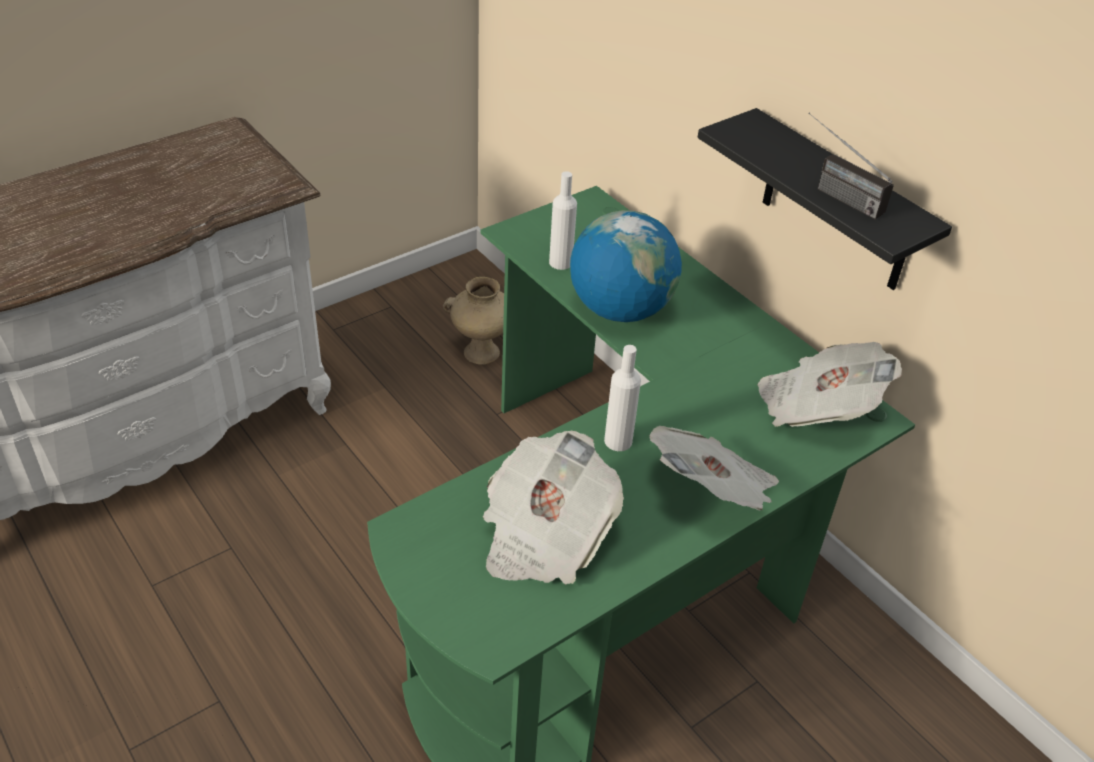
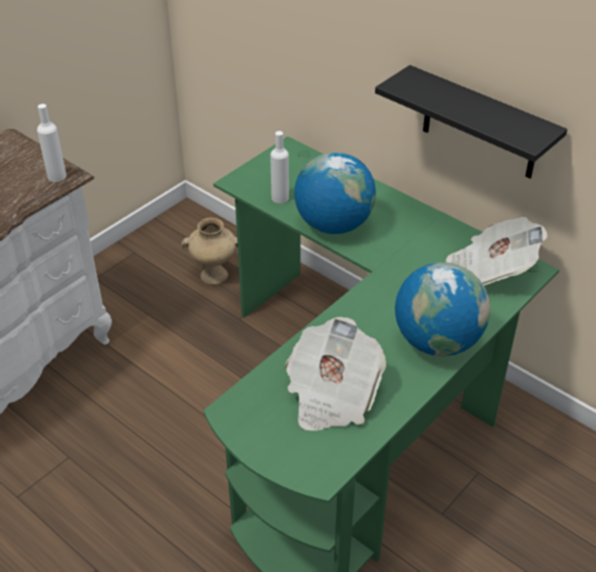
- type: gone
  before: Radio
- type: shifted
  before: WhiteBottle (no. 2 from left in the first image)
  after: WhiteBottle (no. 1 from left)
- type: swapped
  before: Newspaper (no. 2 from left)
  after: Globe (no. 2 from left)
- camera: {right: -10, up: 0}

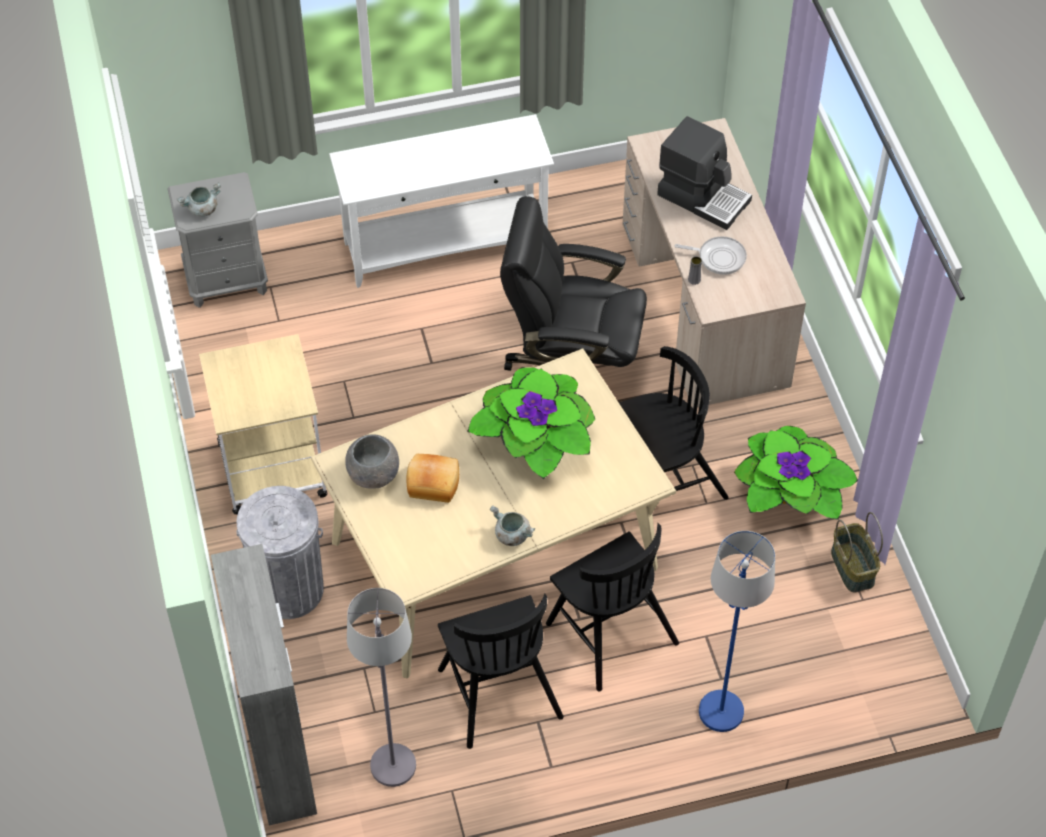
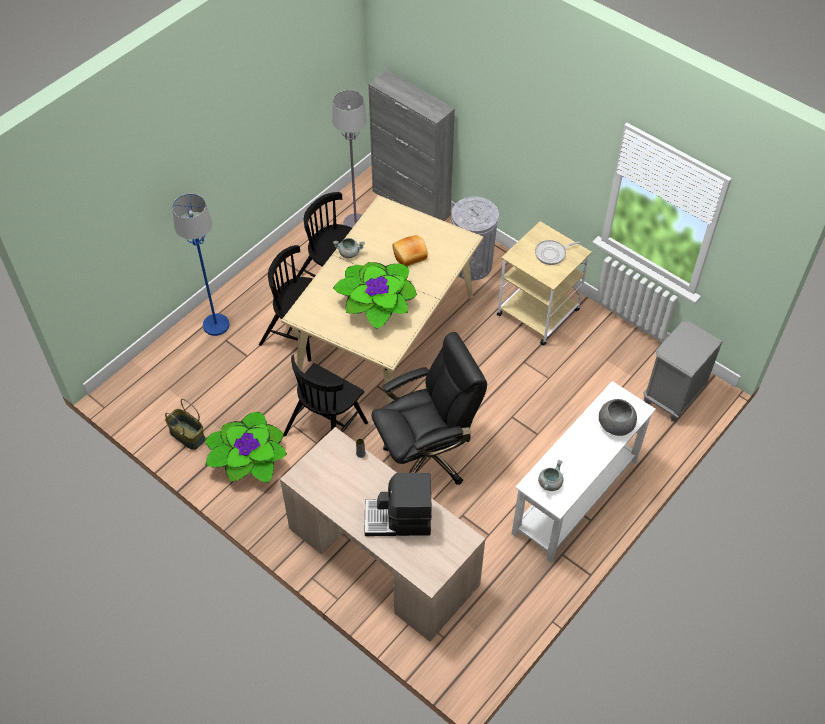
- type: shifted
  before: GreyCookingPot (no. 1 from left in the first image)
  after: GreyCookingPot (no. 2 from left)
- type: shifted
  before: GreyBowl
- type: shifted
  before: FryingPan
- camera: {right: 145, up: 0}

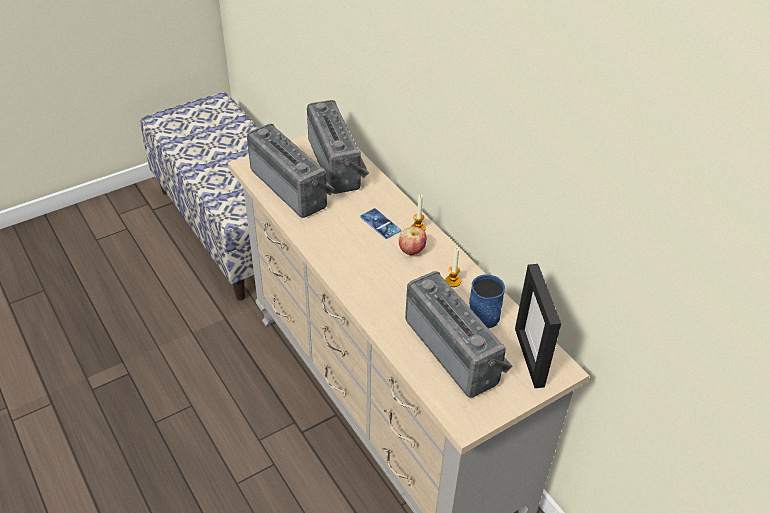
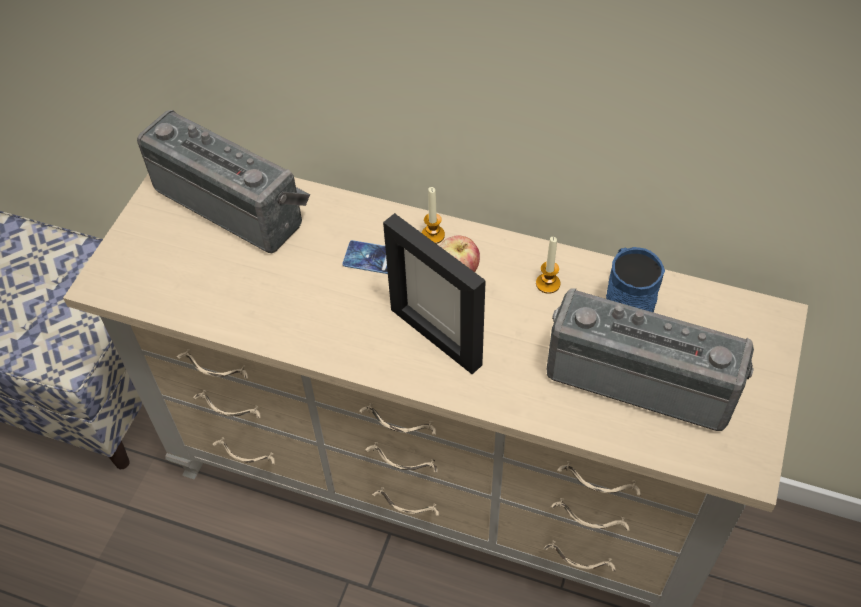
- type: gone
  before: Radio (no. 1 from left)
- type: shifted
  before: PictureFrame
- camera: {right: -35, up: 10}

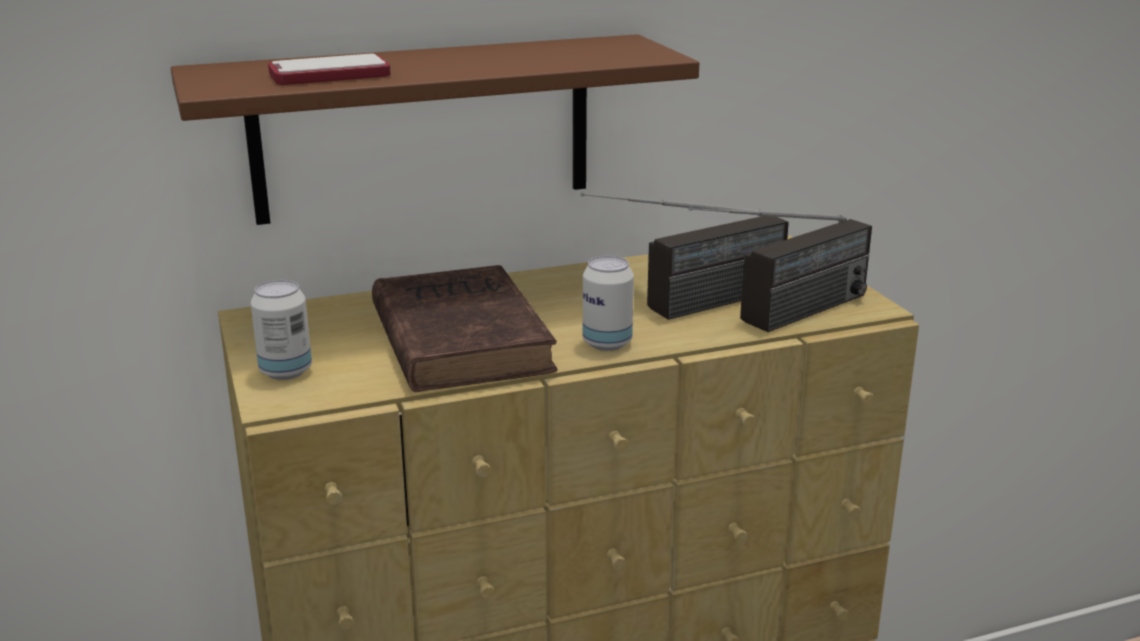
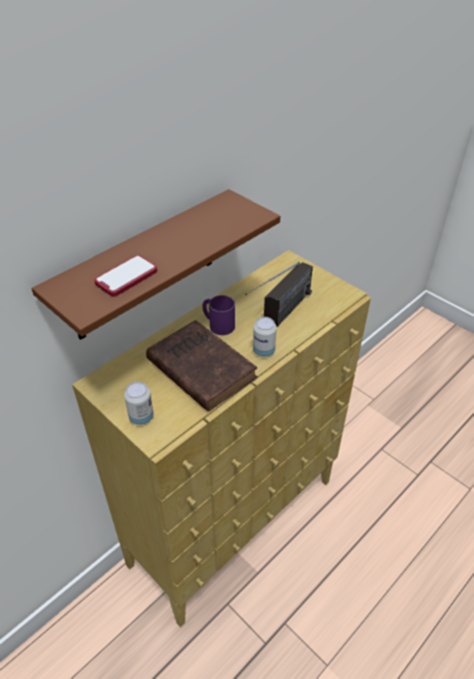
- type: gone
  before: Radio (no. 2 from left)
- type: new
  after: PurpleMug
- camera: {right: -25, up: 20}

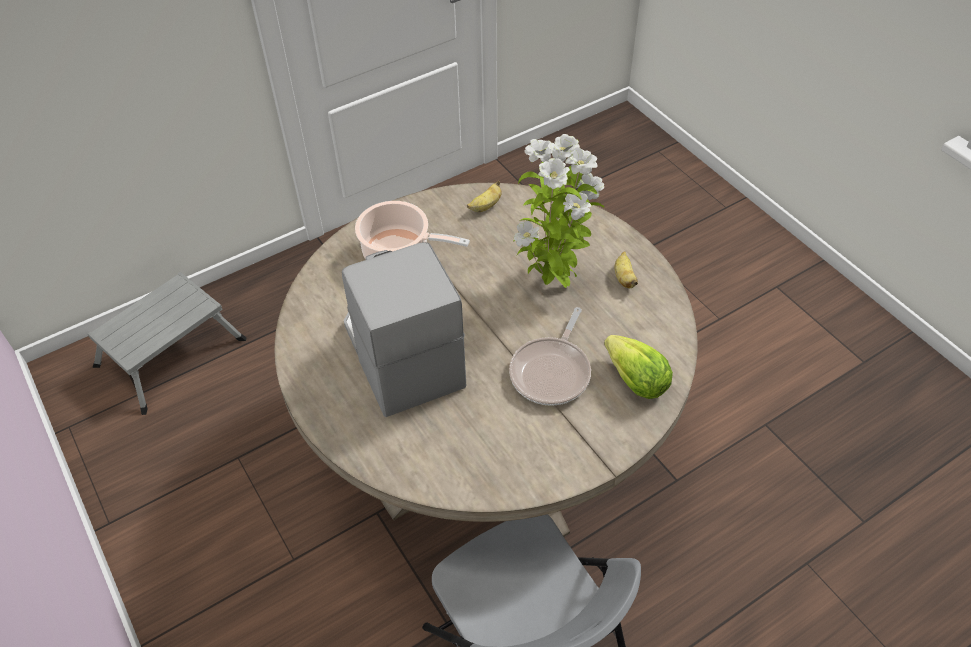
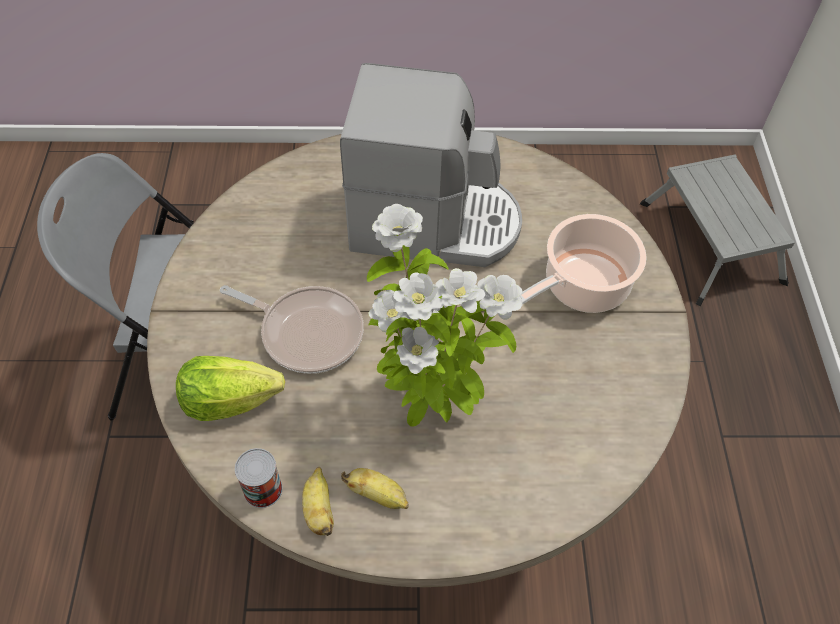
- type: new
  after: Can
- type: shifted
  before: Banana (no. 1 from left)
- type: rotated
  before: FryingPan
  turn: 150
- camera: {right: 120, up: 5}

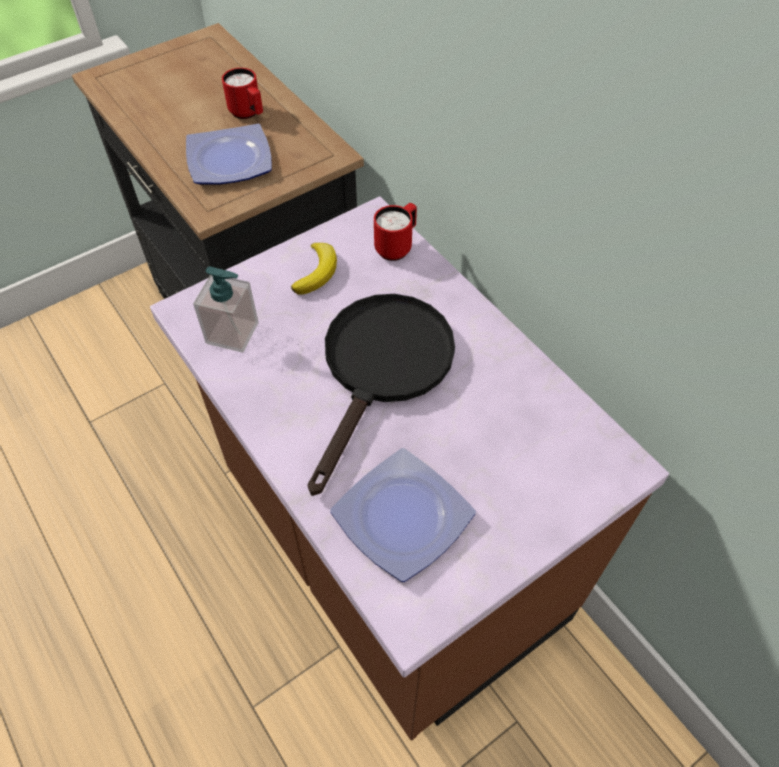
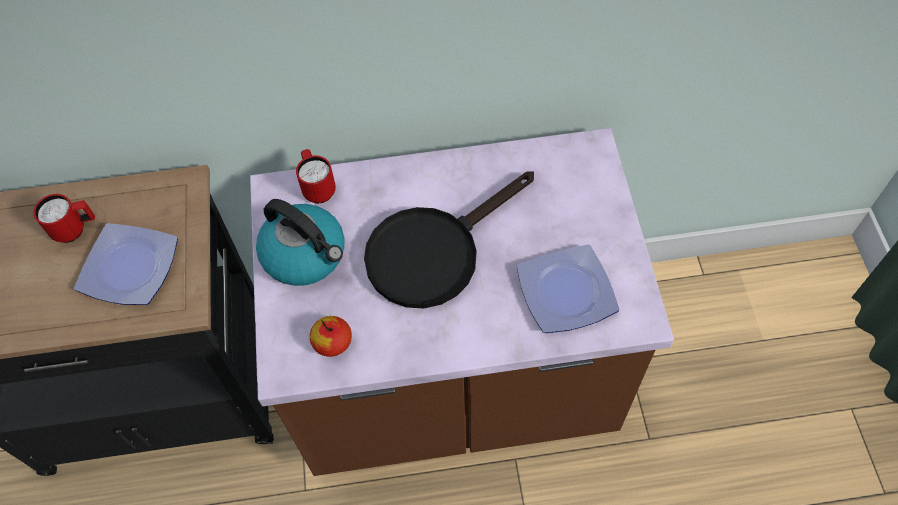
- type: swapped
  before: SoapDispenser
  after: Apple
- type: swapped
  before: Banana
  after: Kettle
- type: rotated
  before: BlackFryingPan
  turn: -90
- camera: {right: -60, up: 5}

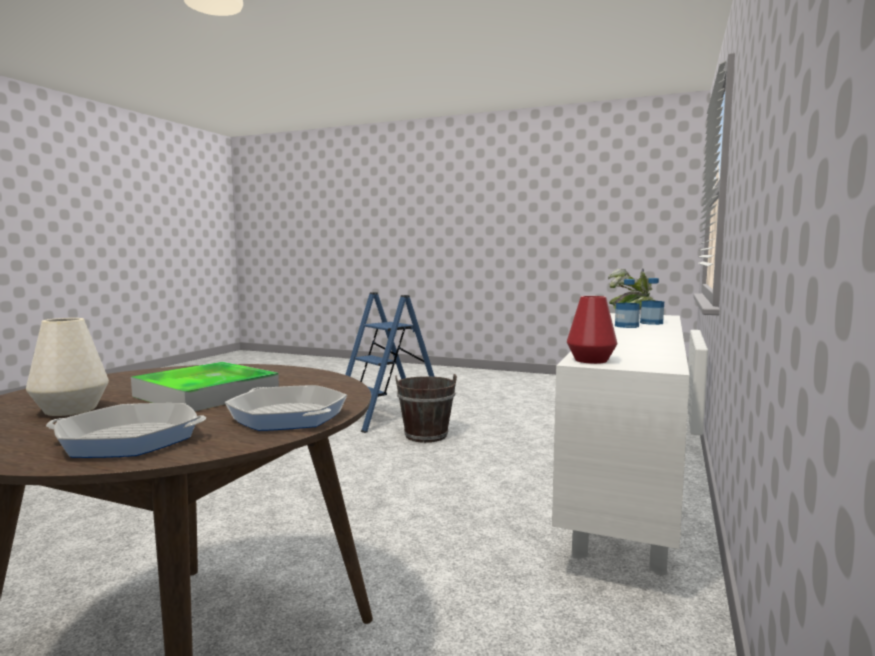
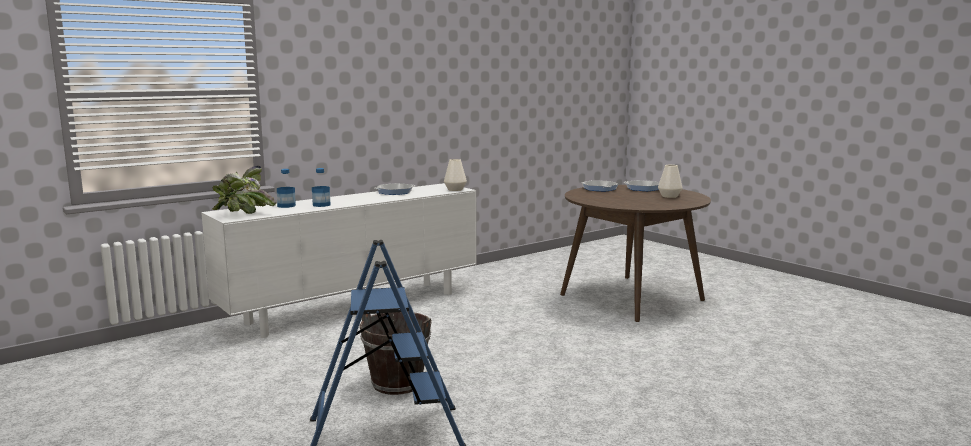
- type: gone
  before: Tray
- type: new
  after: FryingPan (no. 1 from left)
- type: repainted
  before: RedVase
  after: WhiteVase (no. 1 from left)
- camera: {right: -150, up: 5}

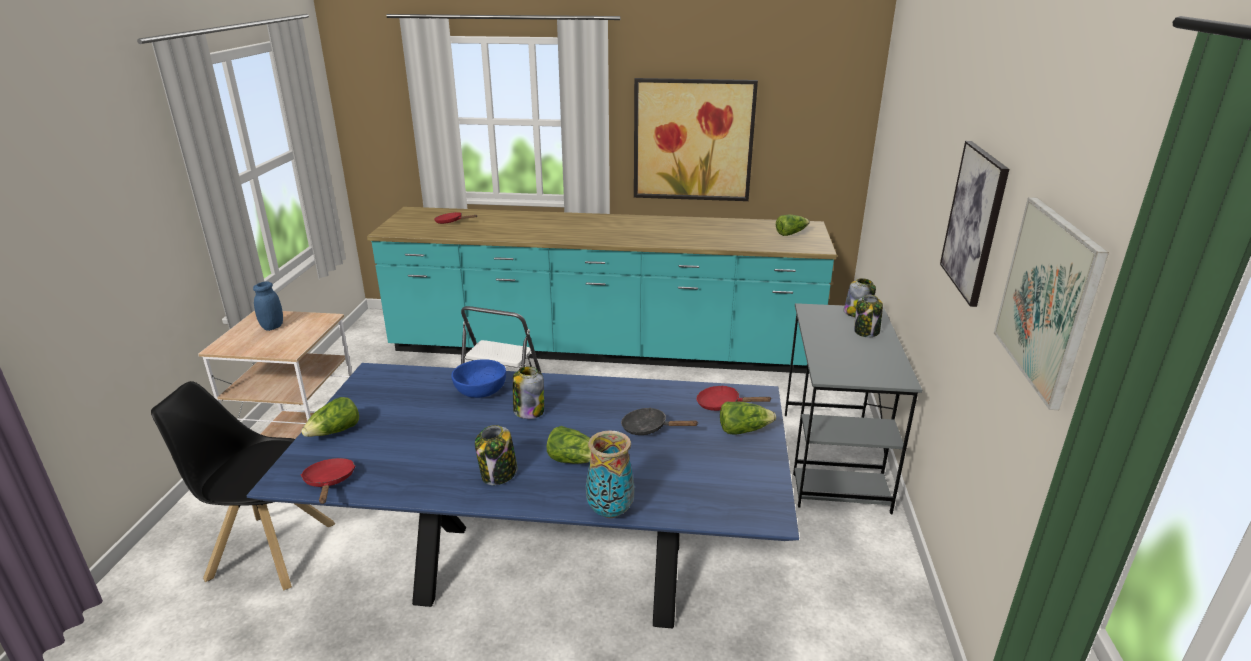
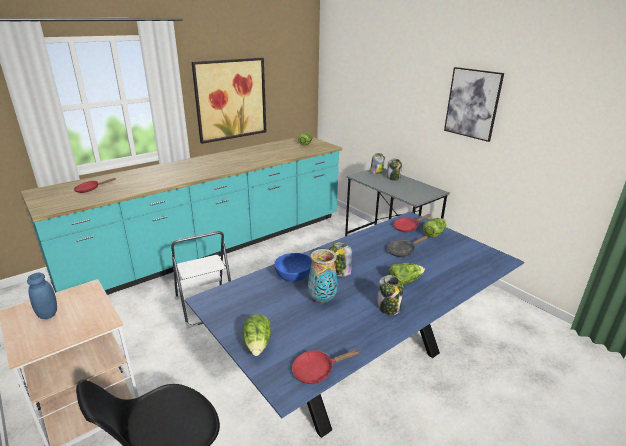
- type: gone
  before: Picture (no. 3 from left)
- type: shifted
  before: Vase
- type: rotated
  before: RedFryingPan (no. 1 from left in the first image)
  turn: -45
- camera: {right: -45, up: 0}

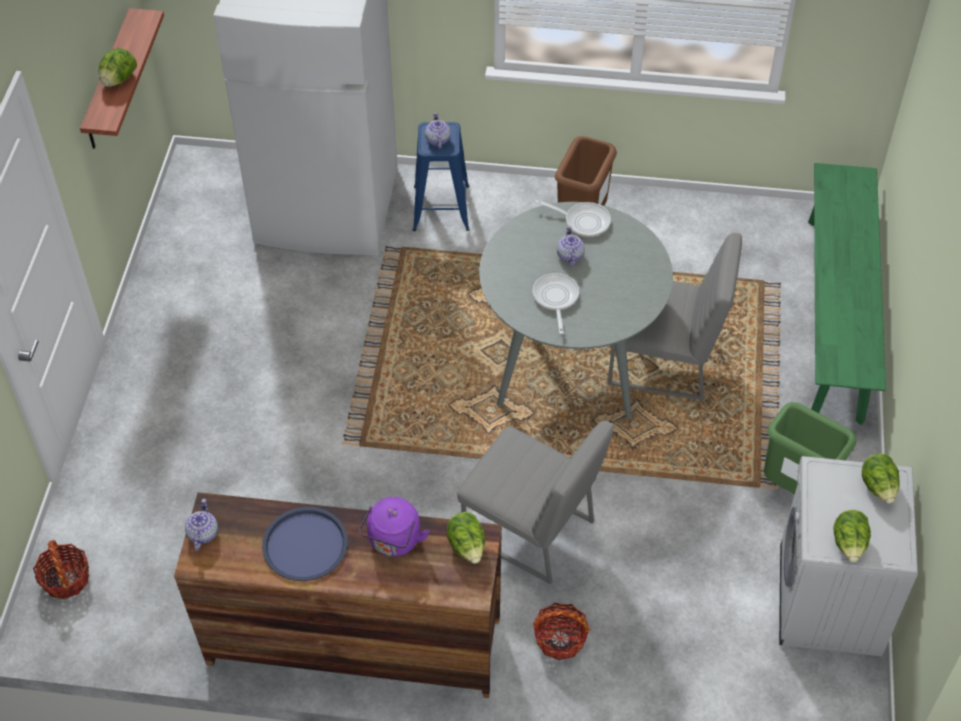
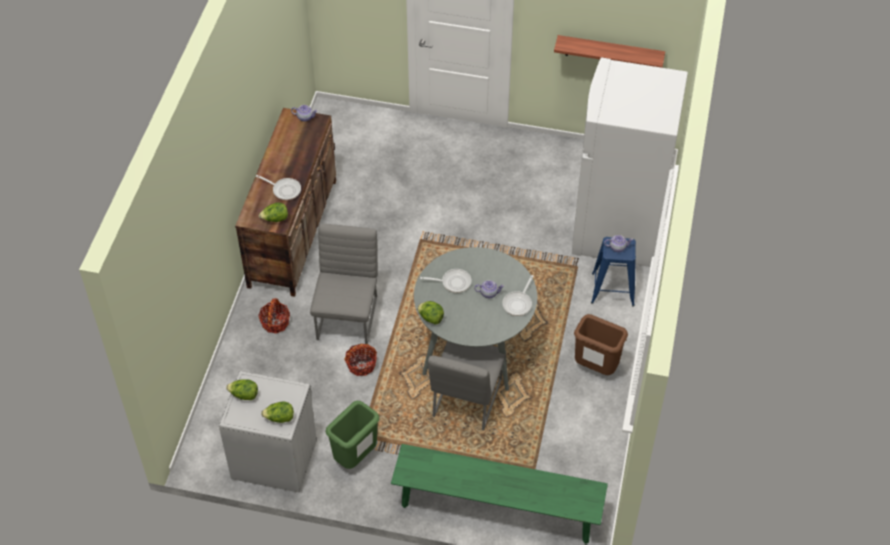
- type: gone
  before: BlueTray
- type: shifted
  before: Basket (no. 1 from left in the first image)
  after: Basket (no. 2 from left)
- type: shifted
  before: Lettuce (no. 1 from left in the first image)
  after: Lettuce (no. 4 from left)
- type: swapped
  before: PurpleKettle
  after: FryingPan (no. 1 from left)
- type: rotated
  before: GreyChair (no. 1 from left)
  turn: 150
- camera: {right: 95, up: 0}

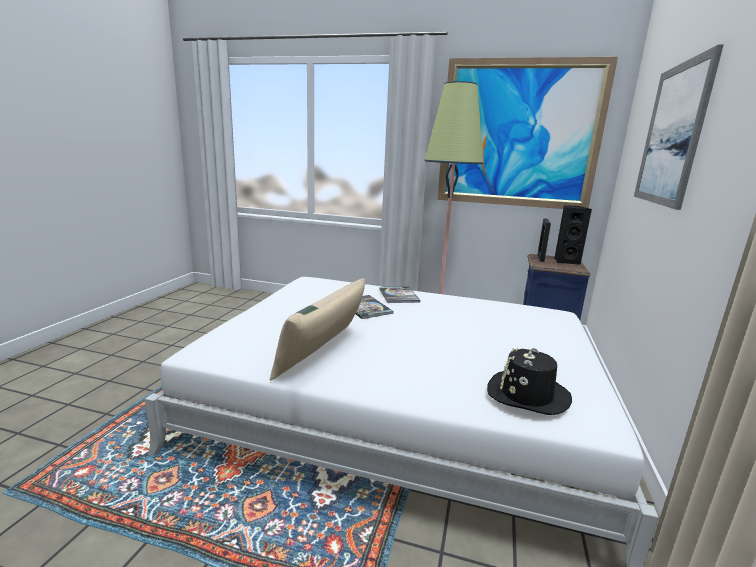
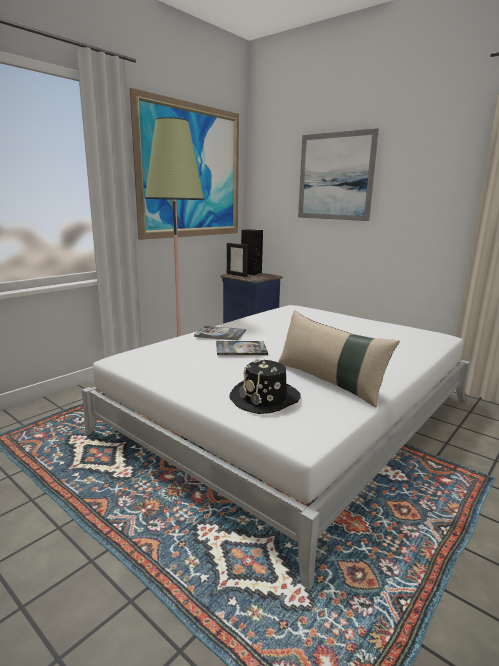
- type: shifted
  before: BlackHat
- camera: {right: -65, up: 0}

